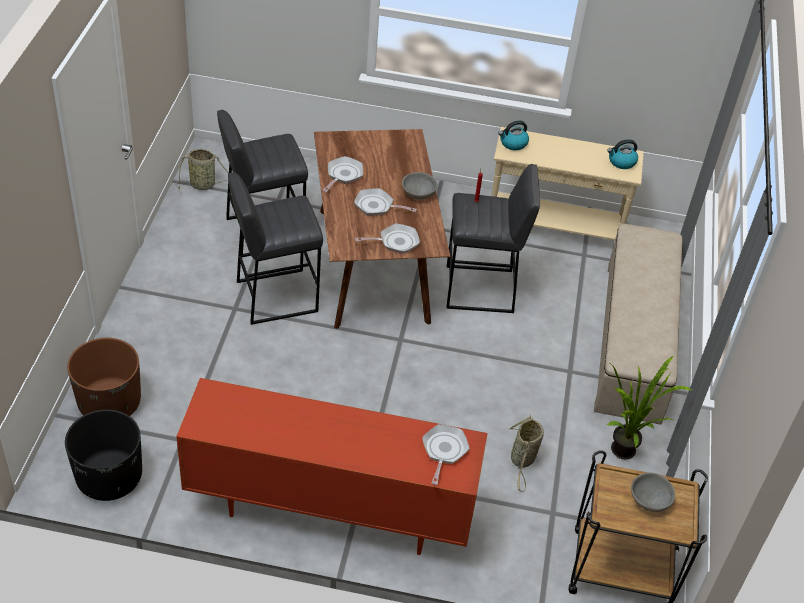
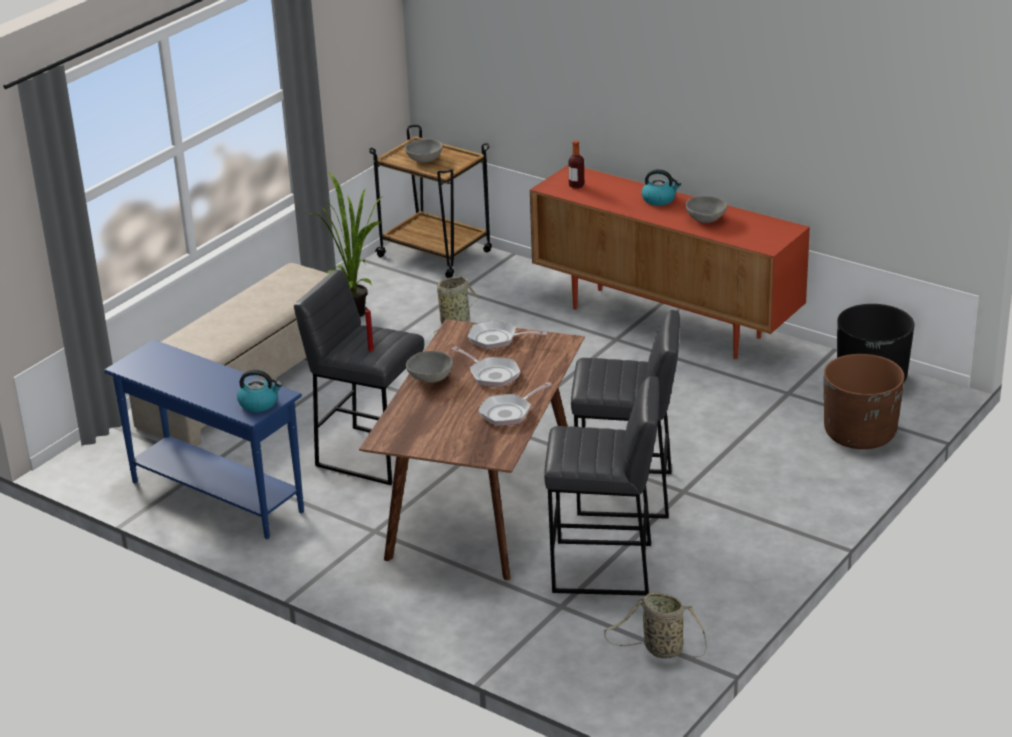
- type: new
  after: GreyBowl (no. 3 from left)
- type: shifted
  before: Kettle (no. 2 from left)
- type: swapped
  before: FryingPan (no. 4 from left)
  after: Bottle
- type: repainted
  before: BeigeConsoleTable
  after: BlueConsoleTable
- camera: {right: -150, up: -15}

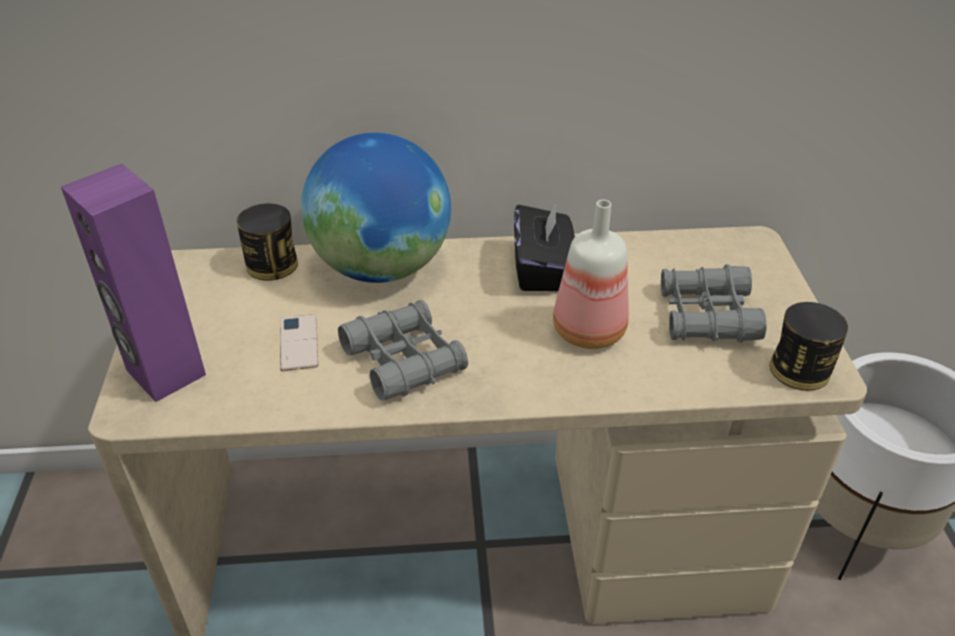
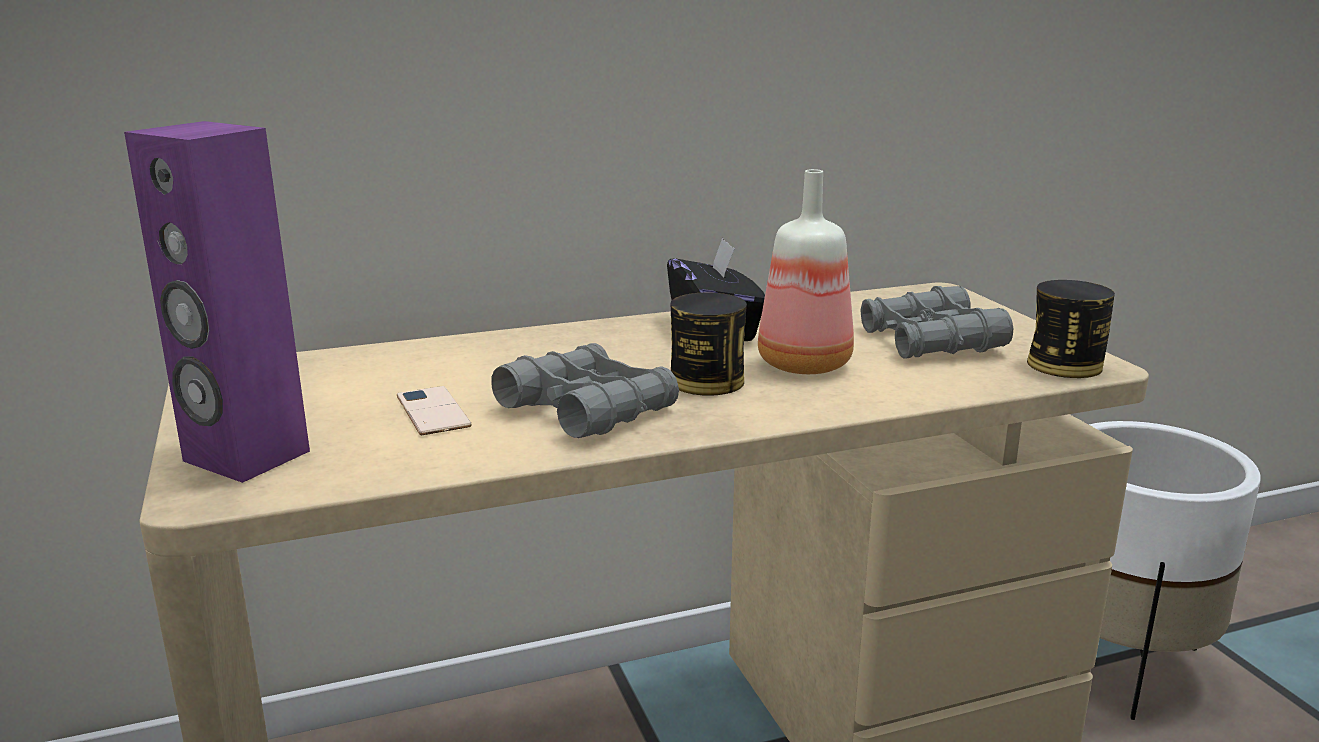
- type: gone
  before: Globe
- type: shifted
  before: Can (no. 1 from left)
- camera: {right: -15, up: -20}

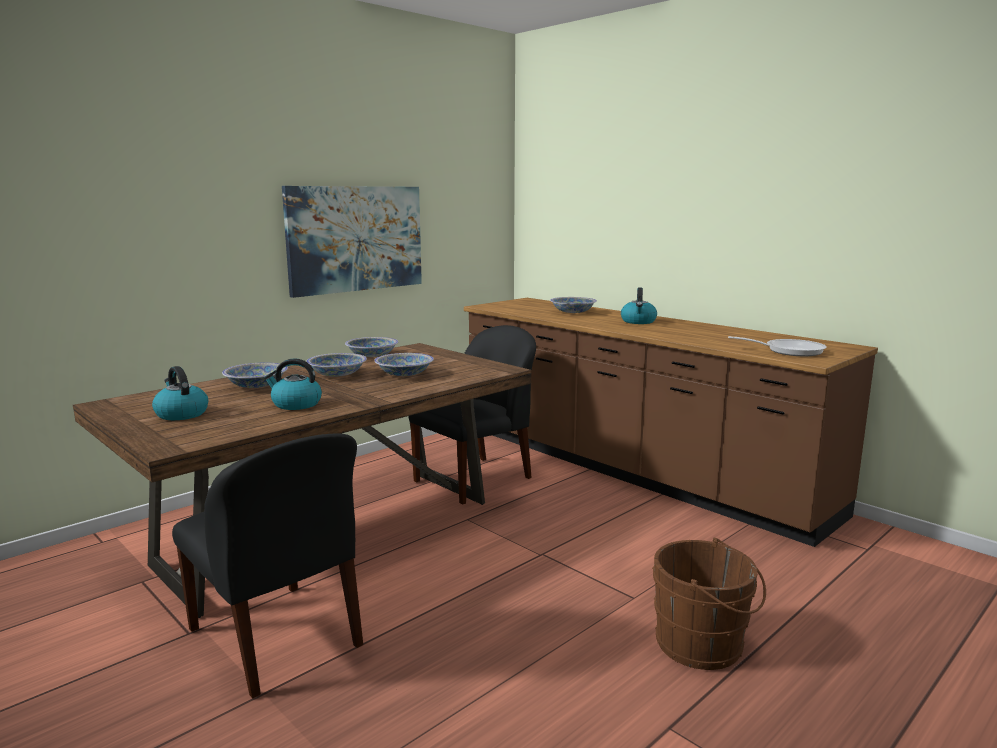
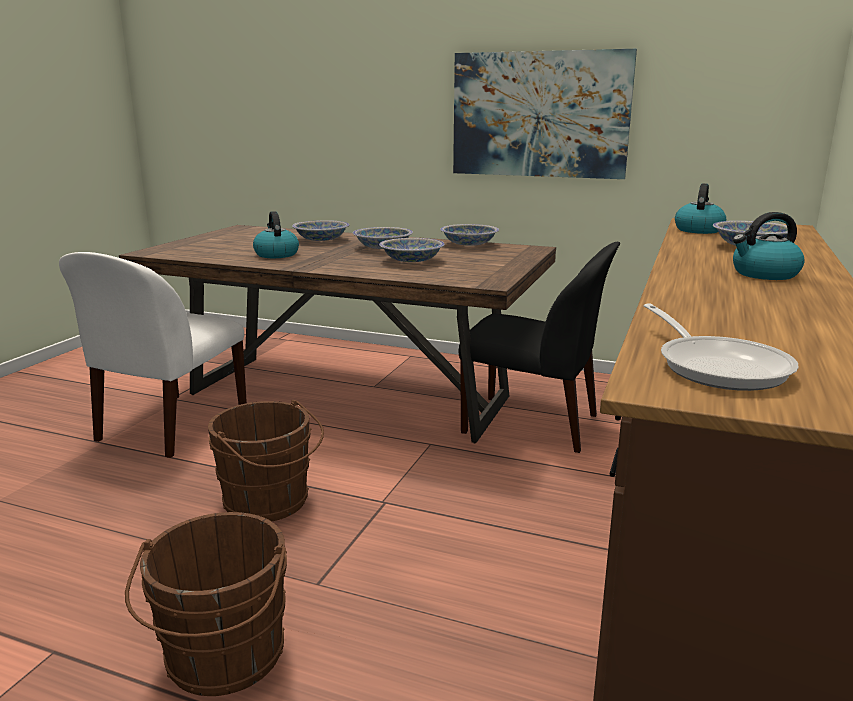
- type: new
  after: BrownBucket (no. 2 from left)
- type: shifted
  before: Kettle (no. 1 from left in the first image)
  after: Kettle (no. 2 from left)
- type: repainted
  before: BlackChair (no. 1 from left)
  after: WhiteChair
- camera: {right: 65, up: 5}

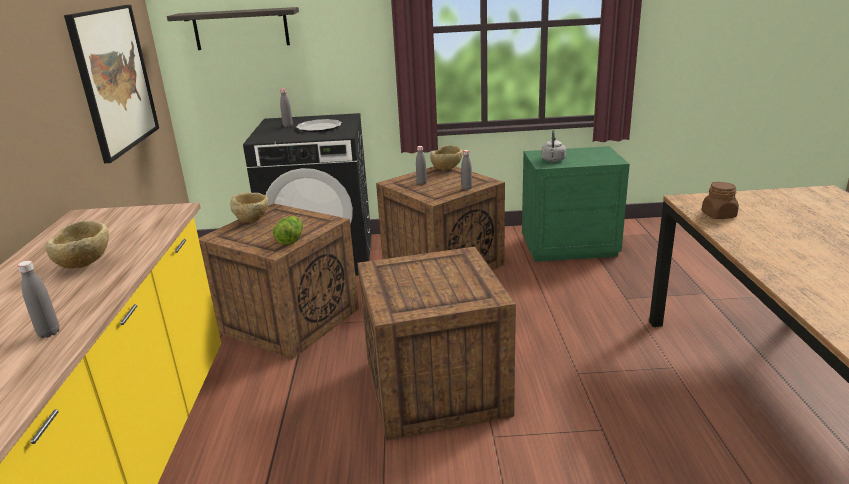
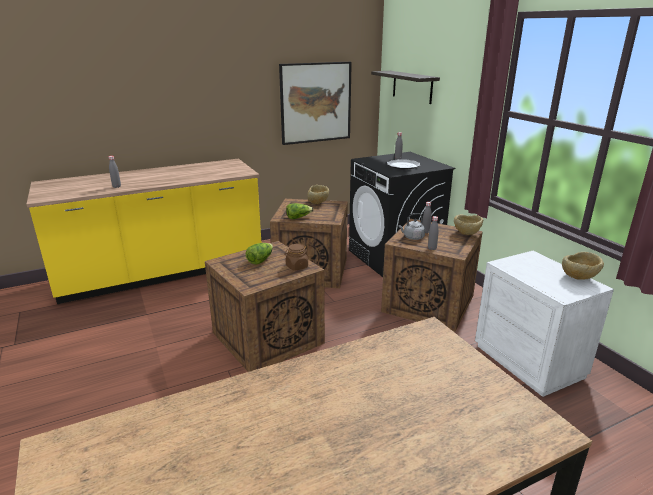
- type: new
  after: Lettuce (no. 1 from left)
- type: shifted
  before: BeigeBowl (no. 1 from left in the first image)
  after: BeigeBowl (no. 3 from left)
- type: shifted
  before: GreyKettle
- type: shifted
  before: BrownJar
- type: repainted
  before: GreenNightstand
  after: WhiteNightstand
- camera: {right: 65, up: 0}

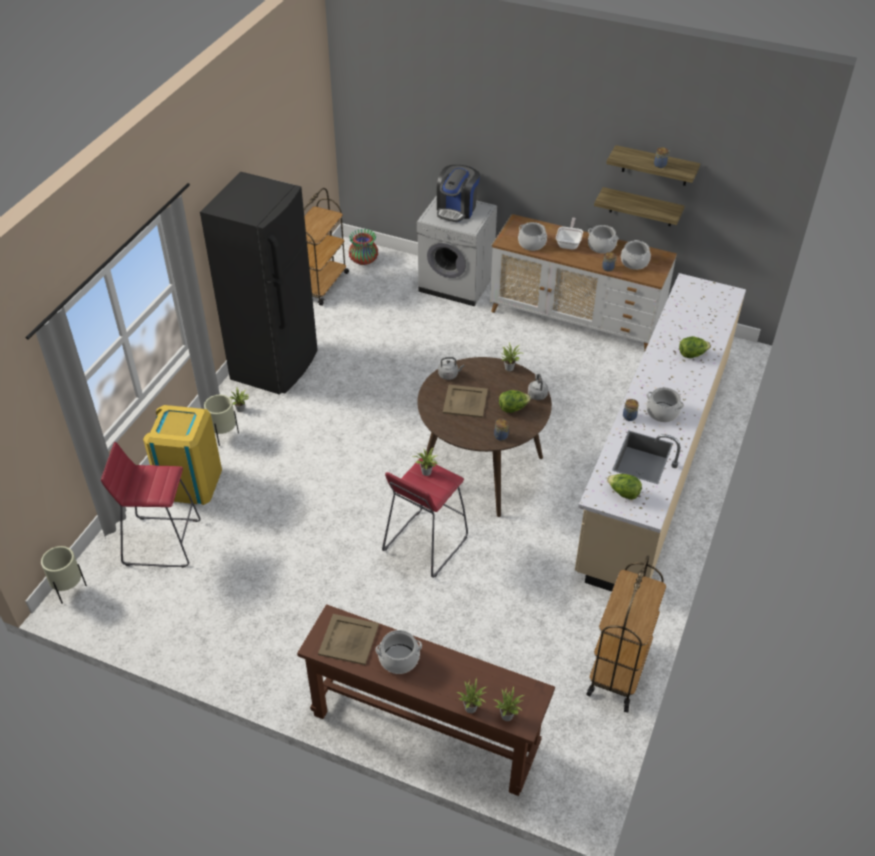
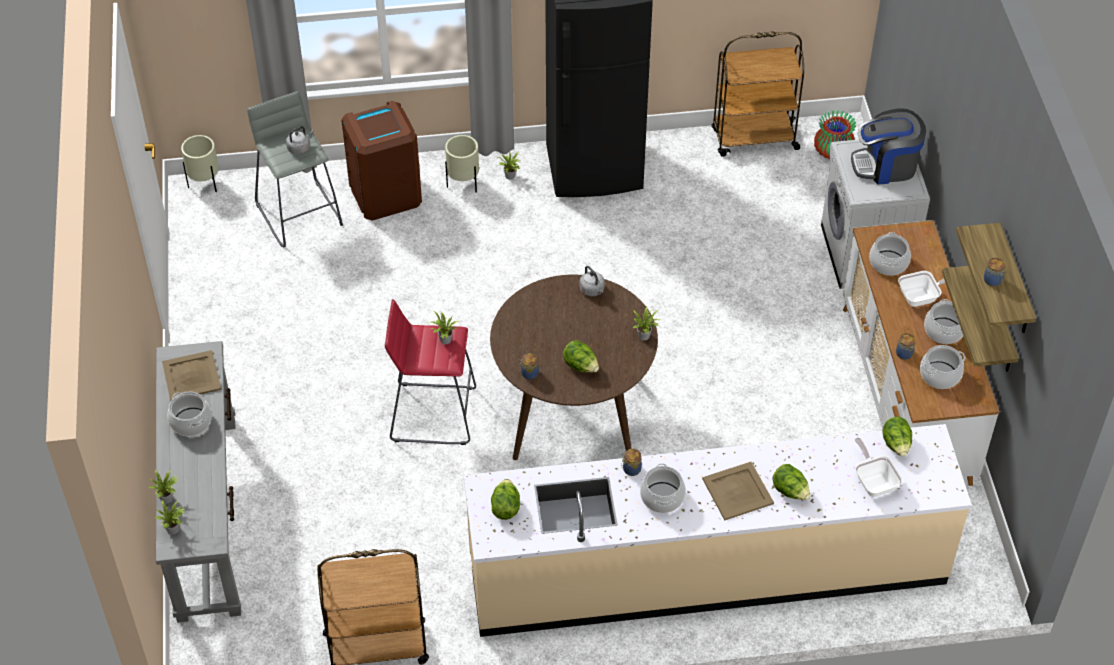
- type: new
  after: FryingPan (no. 1 from left)
- type: new
  after: Lettuce (no. 4 from left)
- type: shifted
  before: BeigeTray (no. 2 from left)
- type: shifted
  before: GreyKettle (no. 2 from left in the first image)
  after: GreyKettle (no. 1 from left)
- type: repainted
  before: RedStool (no. 1 from left)
  after: GreyStool
- type: repainted
  before: YellowTrashCan
  after: BrownTrashCan
- type: repainted
  before: BrownConsoleTable
  after: GreyConsoleTable
- camera: {right: 60, up: 5}

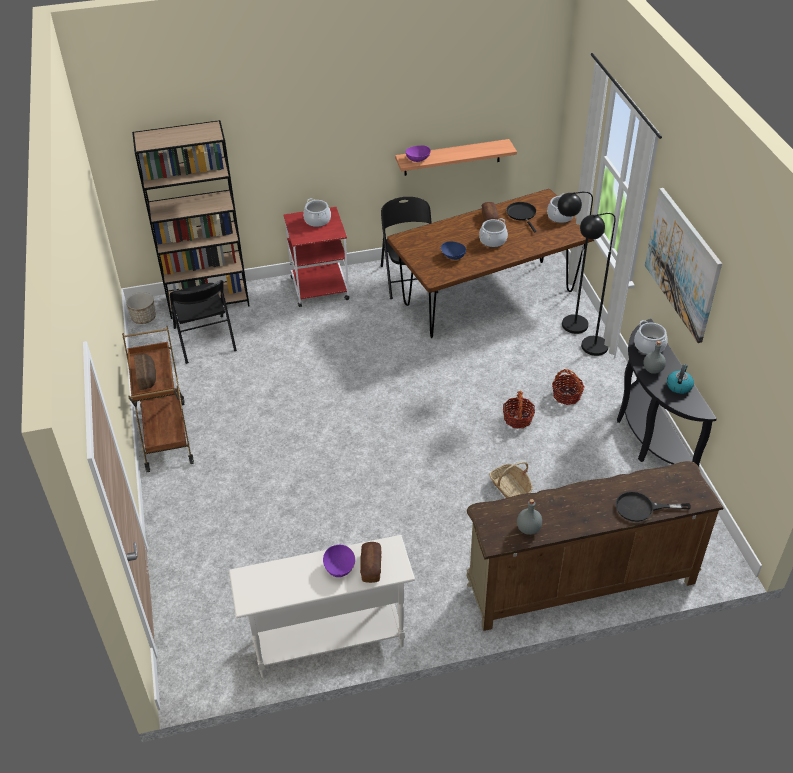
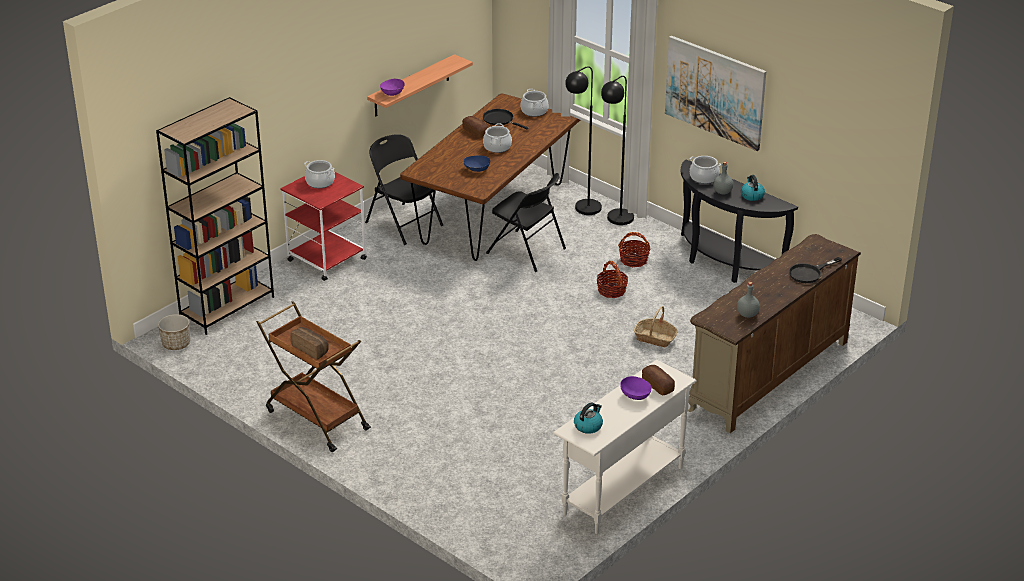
- type: new
  after: Kettle (no. 1 from left)
- type: shifted
  before: BlackChair (no. 1 from left in the first image)
  after: BlackChair (no. 2 from left)
- camera: {right: -35, up: -10}

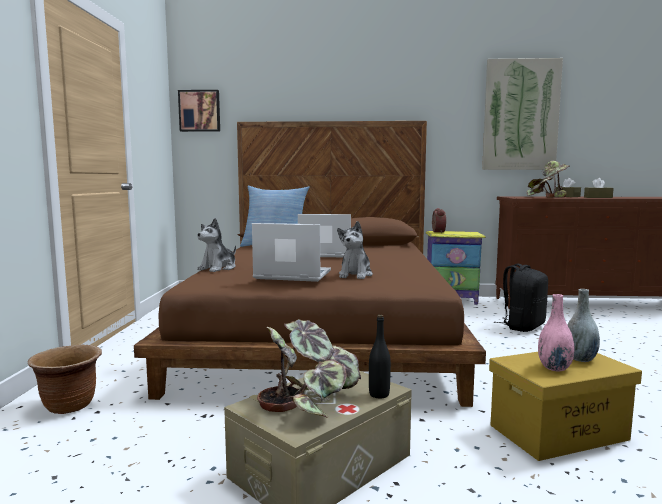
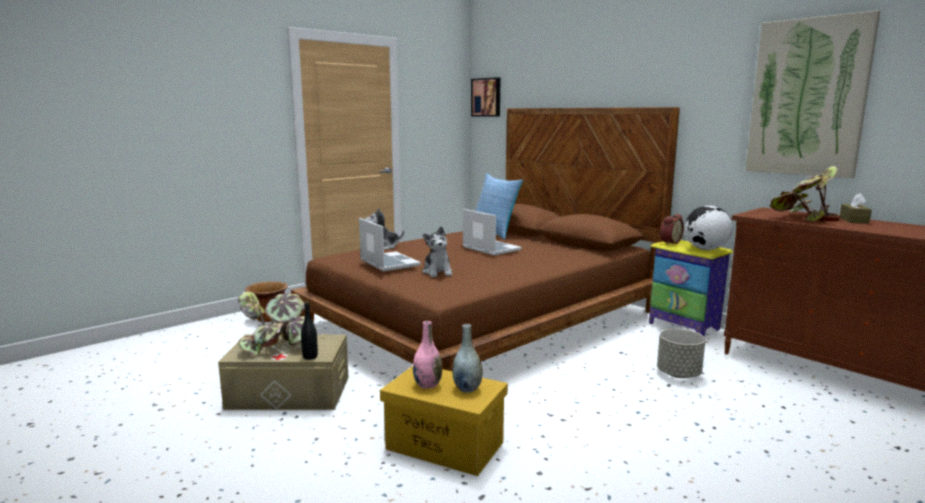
- type: gone
  before: BrownTissueBox (no. 2 from left)
- type: new
  after: Globe
- type: swapped
  before: BlackBackpack
  after: GreyPlanter
- type: rotated
  before: PlushToy (no. 2 from left)
  turn: -75
- camera: {right: 45, up: 5}

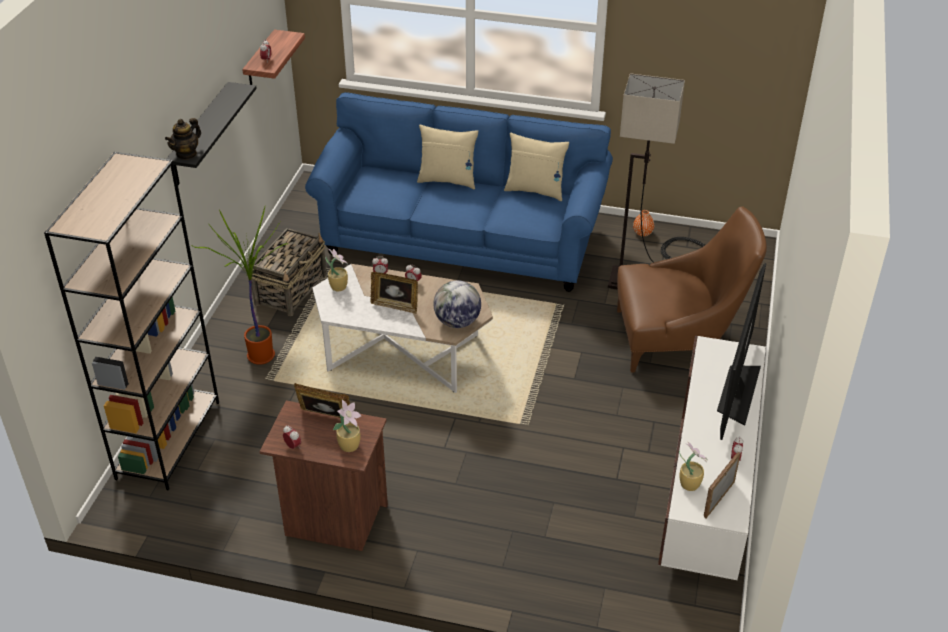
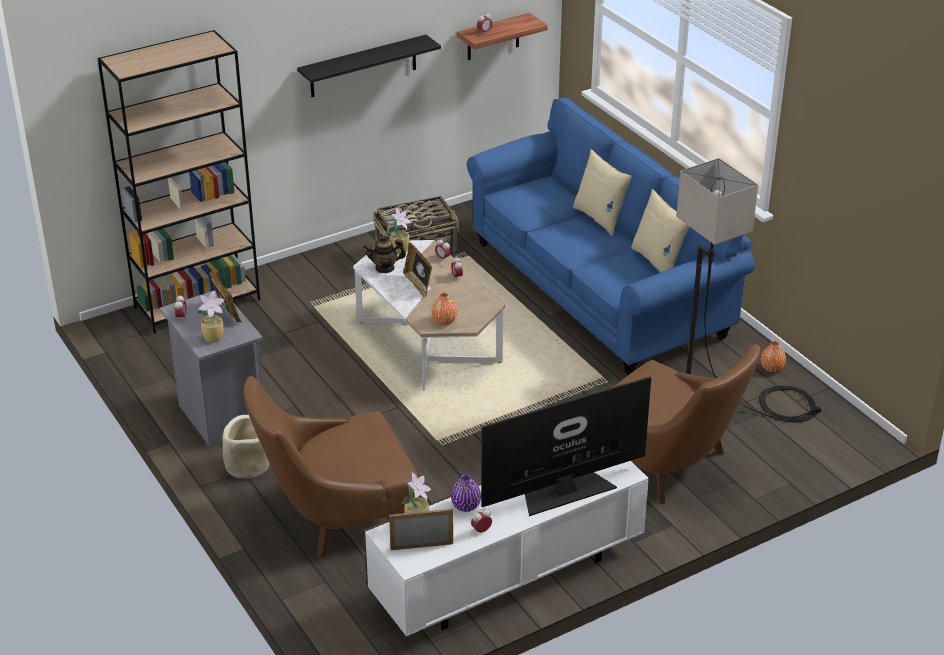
- type: gone
  before: PottedPlant (no. 1 from left)
- type: new
  after: BeigePlanter
- type: new
  after: BrownArmchair (no. 1 from left)
- type: new
  after: PurpleVase
- type: shifted
  before: Teapot
- type: swapped
  before: Globe
  after: OrangeVase (no. 1 from left)
- type: repainted
  before: BrownNightstand
  after: GreyNightstand
- camera: {right: 45, up: -5}

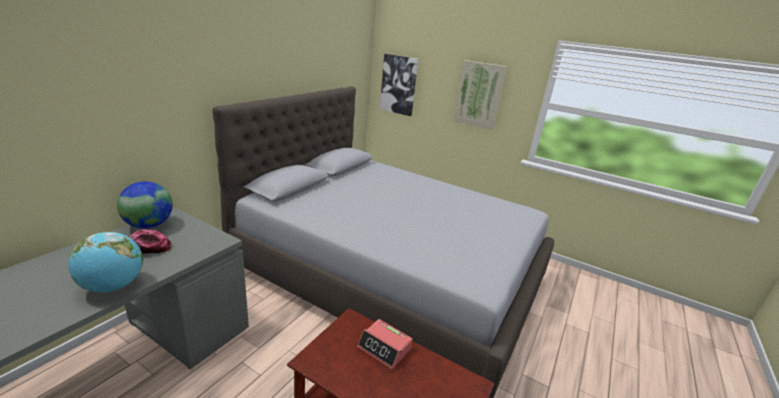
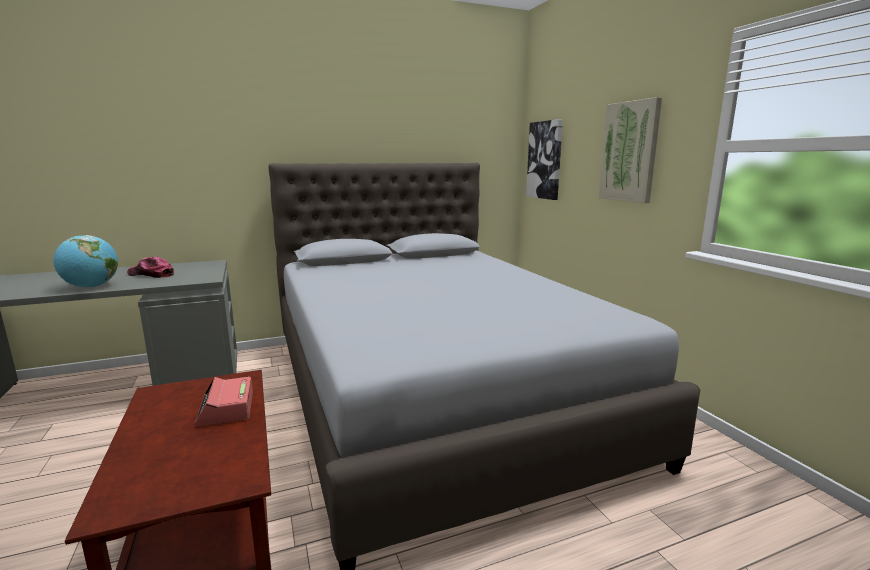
- type: gone
  before: Globe (no. 2 from left)
- camera: {right: 40, up: -10}

